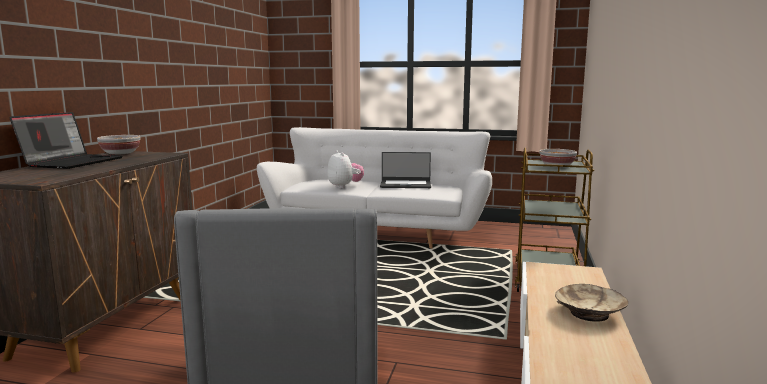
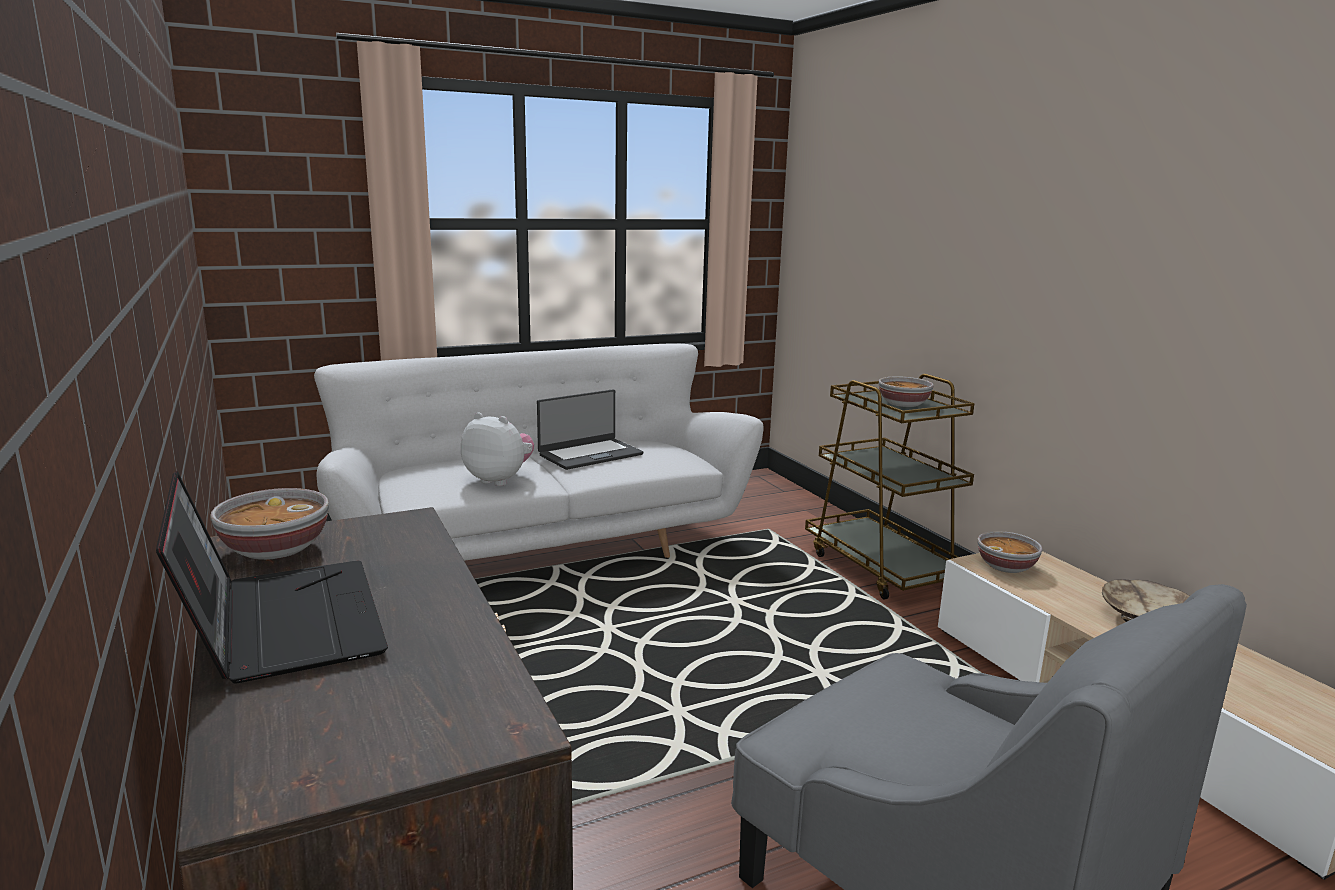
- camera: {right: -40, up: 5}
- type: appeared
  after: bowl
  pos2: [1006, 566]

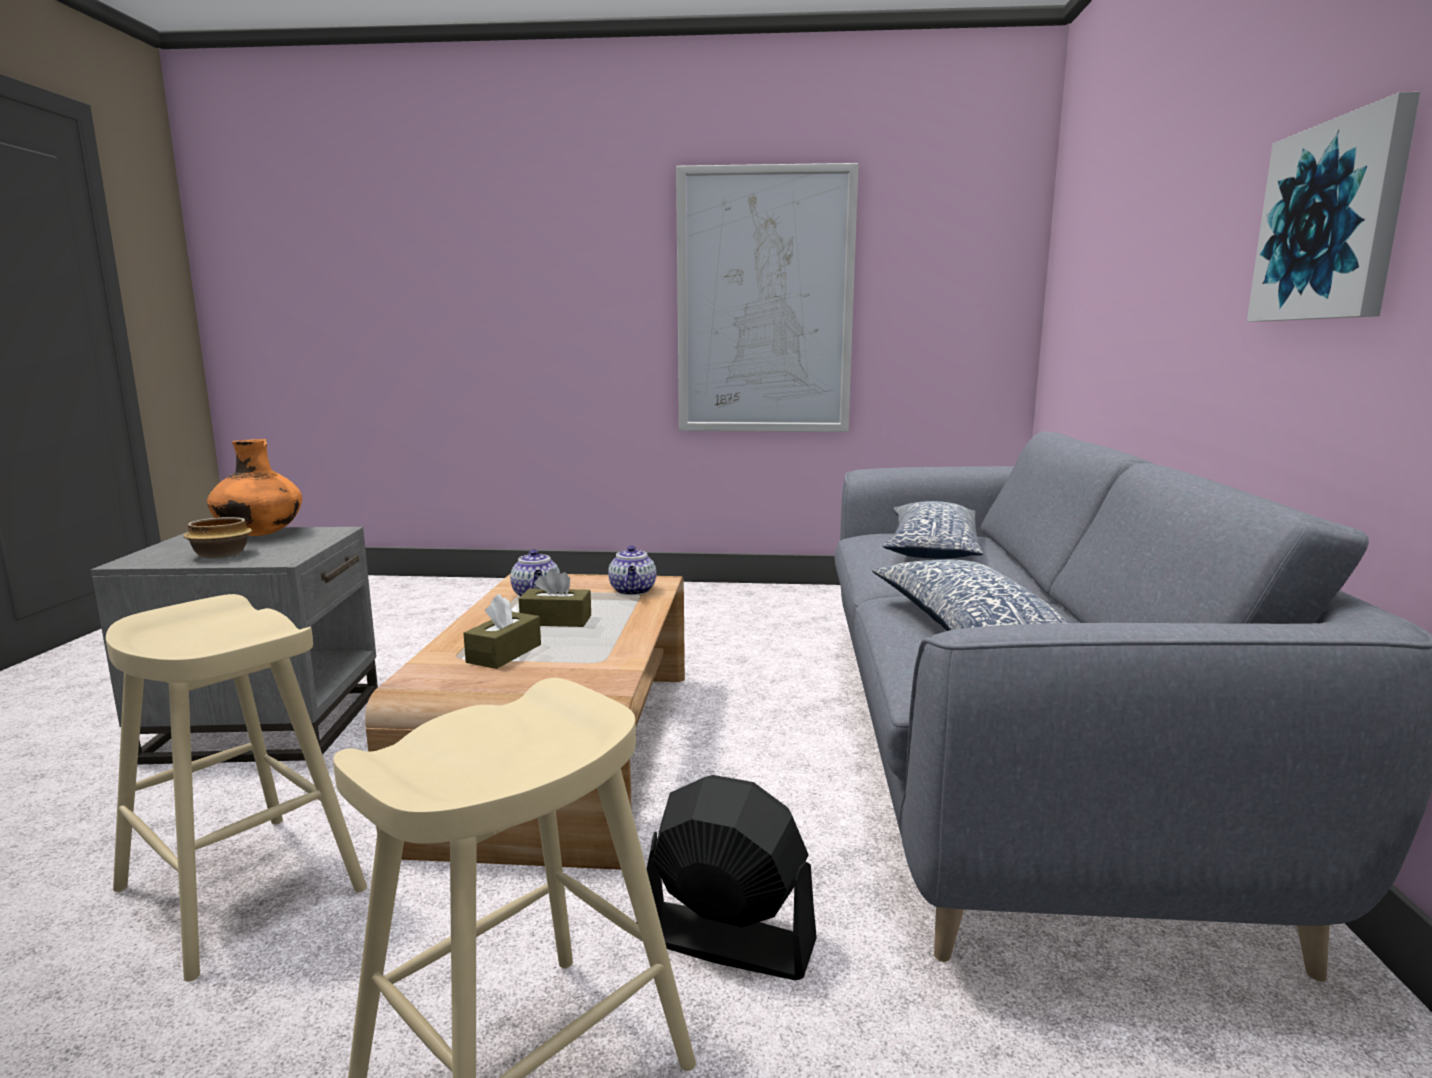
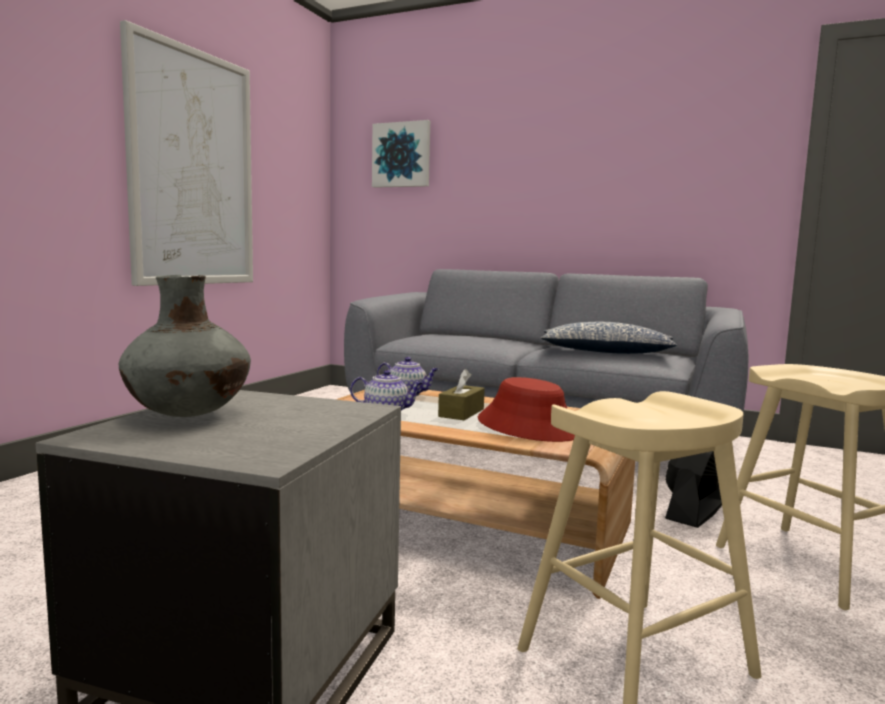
- camera: {right: -70, up: -5}
- type: missing
  before: bowl
  pos1: [219, 555]
- type: colour
  before: orange flower vase
  after: greyish flower vase
  pos1: [260, 535]
  pos2: [189, 415]
- type: exchanged
  before: brownish tissue holder
  after: red wearable hat
  pos1: [504, 653]
  pos2: [528, 427]
- type: missing
  before: throw pillow
  pos1: [931, 549]
- type: relocated
  before: picture
  pos1: [1330, 222]
  pos2: [401, 155]

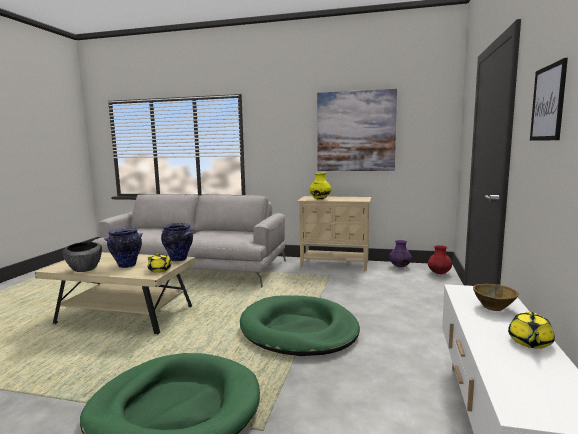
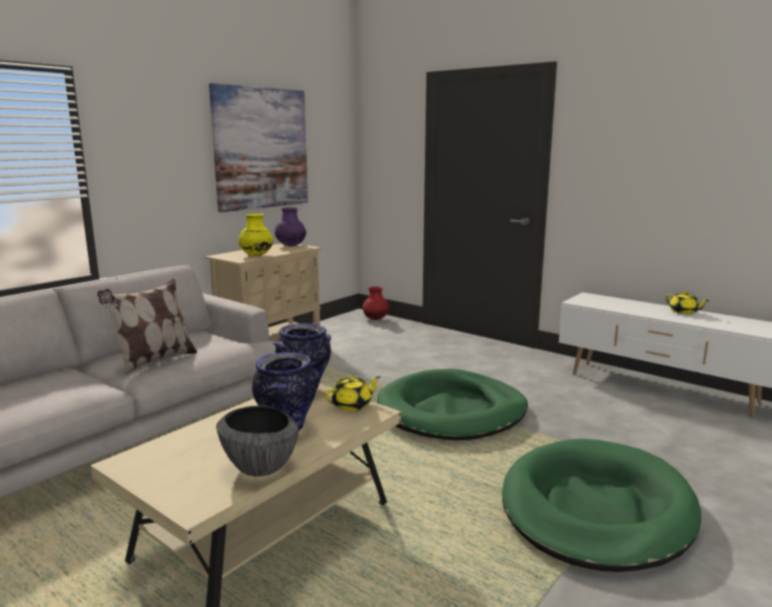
- camera: {right: -65, up: 5}
- type: relocated
  before: purple flower vase
  pos1: [399, 266]
  pos2: [290, 246]
- type: missing
  before: brownish bowl
  pos1: [494, 307]
- type: missing
  before: picture
  pos1: [548, 103]
- type: appeared
  after: throw pillow
  pos2: [154, 361]

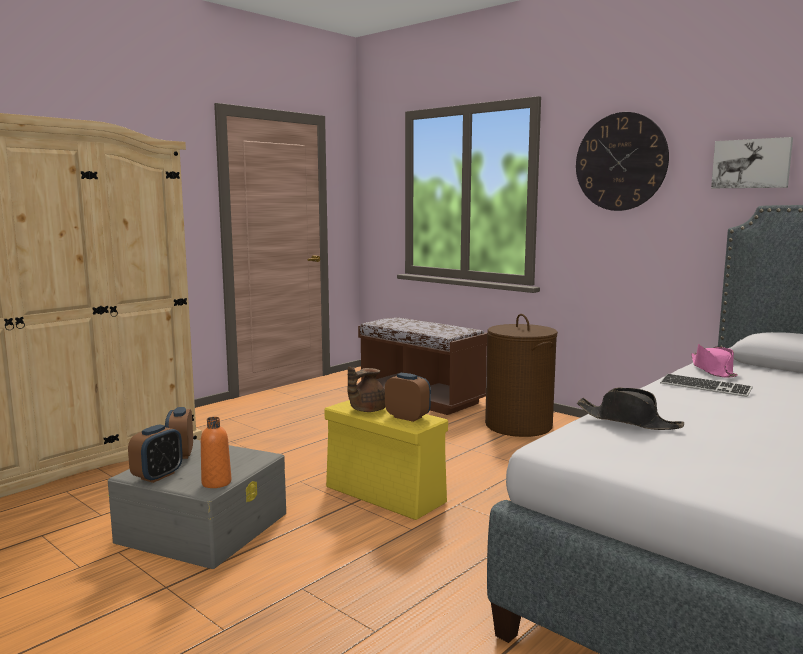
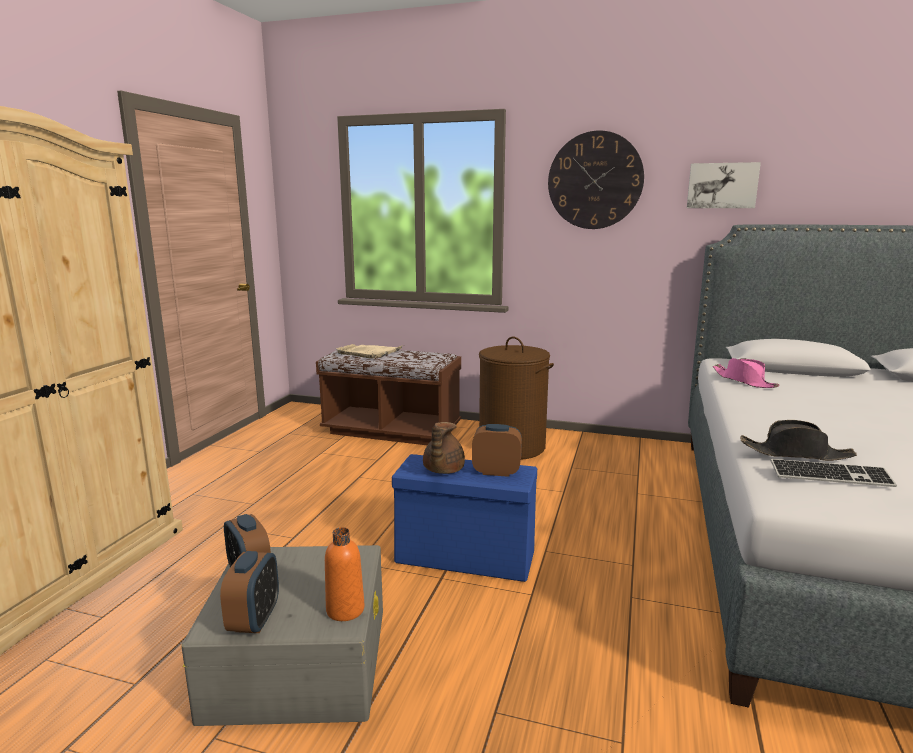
- camera: {right: -25, up: 5}
- type: colour
  before: yellow-coloured storage bin
  after: bluish storage bin
  pos1: [383, 494]
  pos2: [463, 557]
- type: relocated
  before: keyboard
  pos1: [705, 387]
  pos2: [830, 476]
- type: appeared
  after: beige serving tray
  pos2: [369, 352]

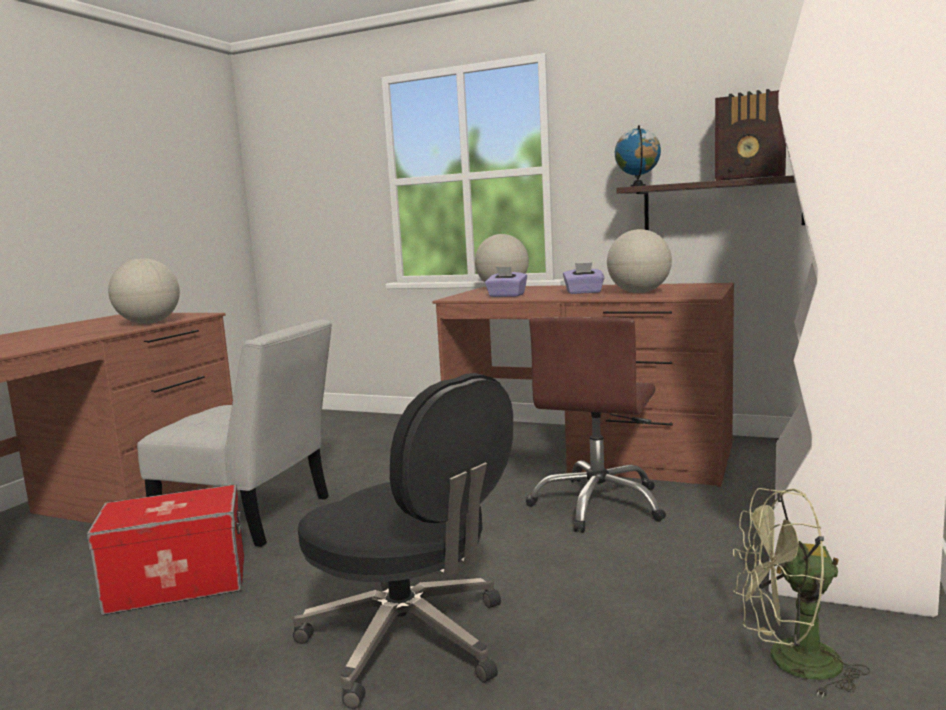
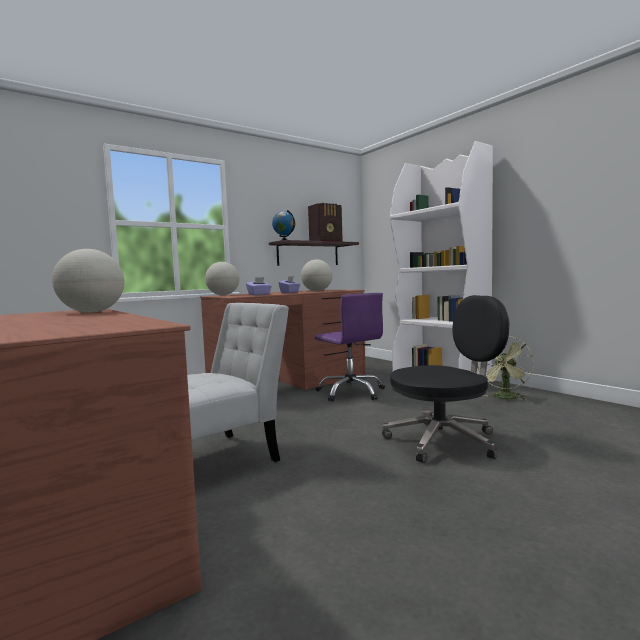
- camera: {right: -60, up: -5}
- type: missing
  before: storage bin
  pos1: [178, 584]
- type: colour
  before: brownish computer chair
  after: purple computer chair
  pos1: [598, 504]
  pos2: [351, 392]

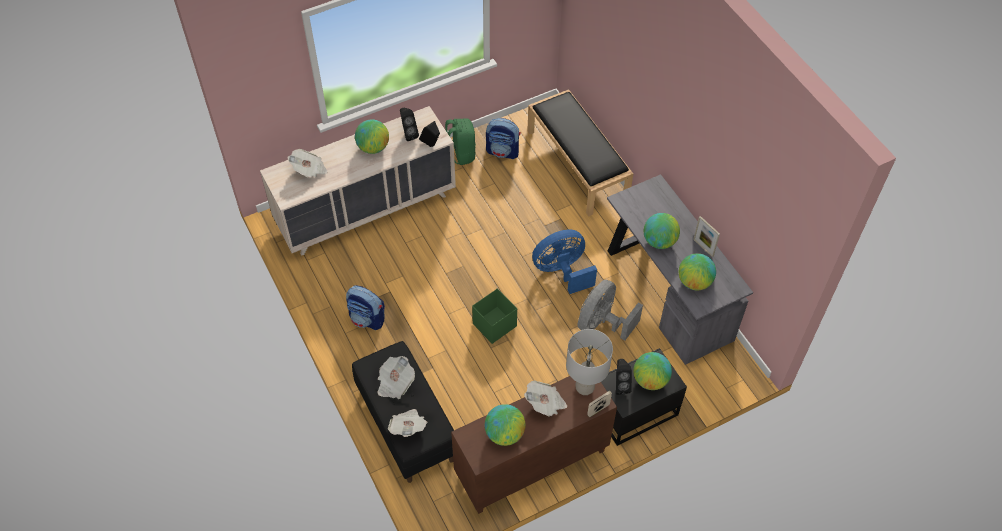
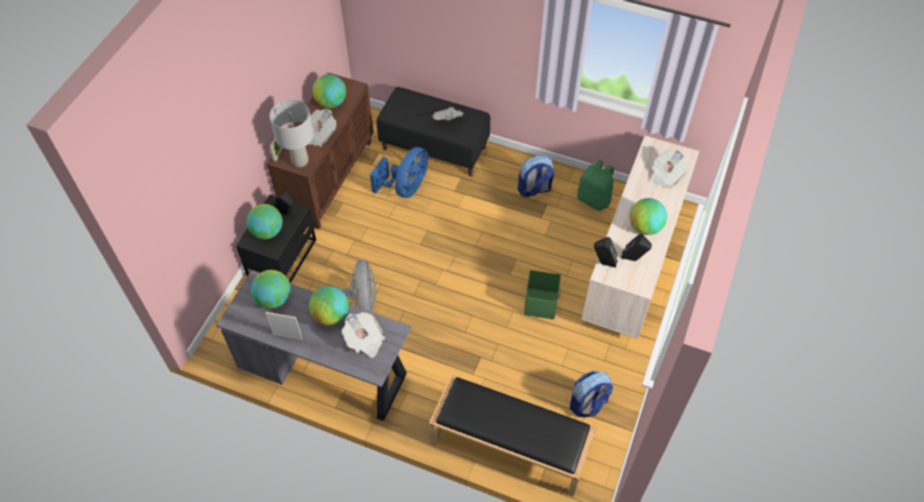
- camera: {right: 140, up: 0}
- type: relocated
  before: daily paper
  pos1: [408, 427]
  pos2: [364, 340]
- type: relocated
  before: green backpack
  pos1: [460, 154]
  pos2: [594, 199]
- type: relocated
  before: green storage bin
  pos1: [494, 325]
  pos2: [541, 303]
- type: relocated
  before: bluish cooling fan
  pos1: [562, 271]
  pos2: [406, 188]

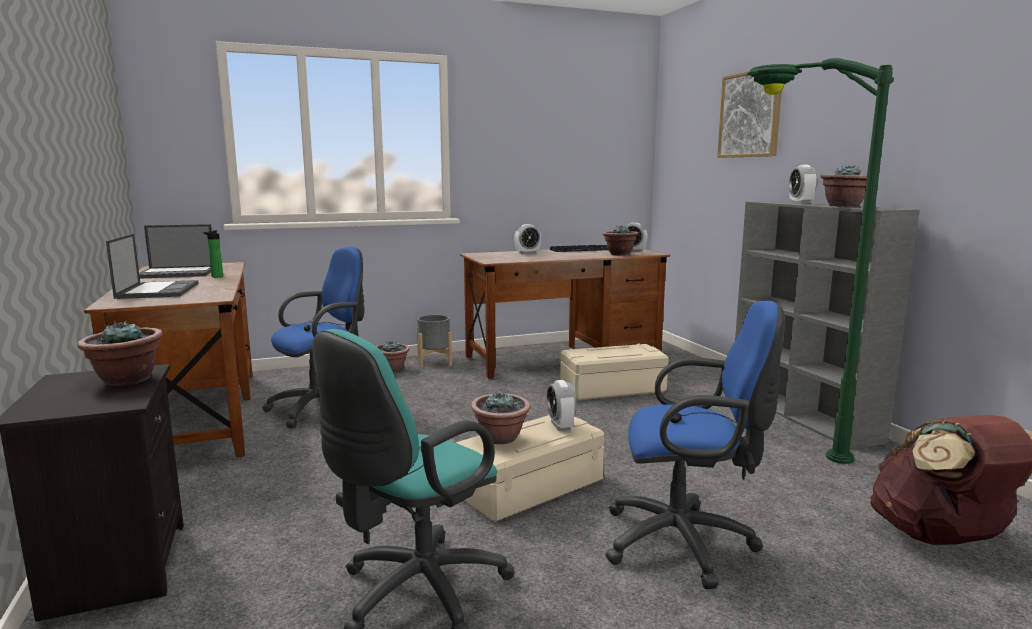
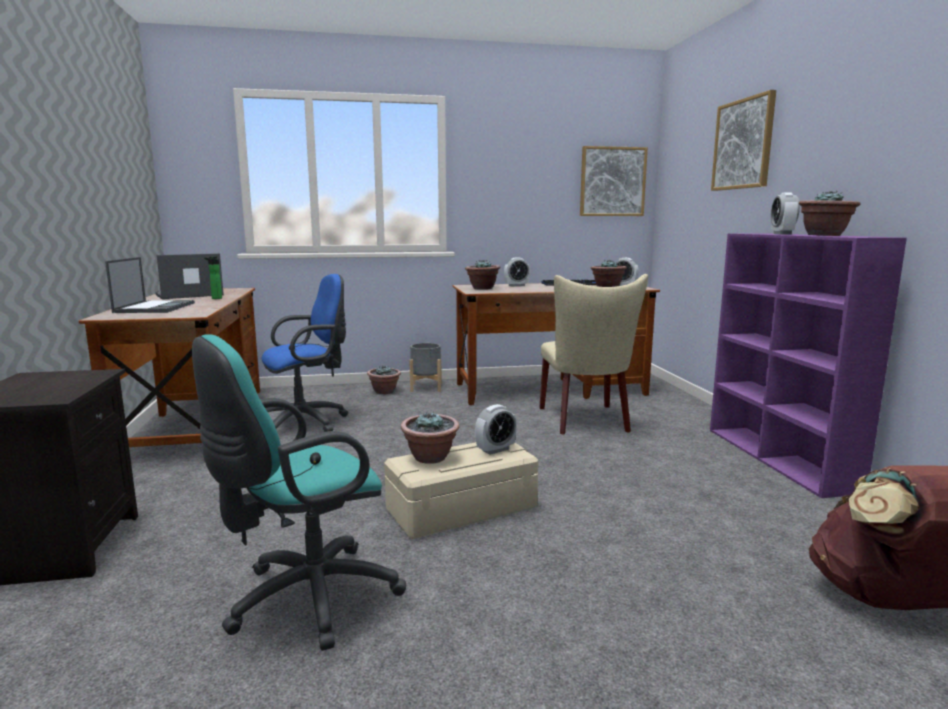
- camera: {right: 10, up: 0}
- type: relocated
  before: potted plant
  pos1: [126, 380]
  pos2: [482, 288]
- type: spun
  before: notebook computer
  pos1: [178, 273]
  pos2: [188, 295]
  turn: 150
- type: spun
  before: alarm clock
  pos1: [560, 425]
  pos2: [495, 450]
  turn: -120
- type: exchanged
  before: beige storage bin
  after: beige upright chair
  pos1: [612, 389]
  pos2: [586, 421]
- type: missing
  before: bluish computer chair
  pos1: [686, 543]
- type: colour
  before: greyish shelving unit
  after: purple shelving unit
  pos1: [803, 415]
  pos2: [779, 459]
- type: missing
  before: green floor lamp
  pos1: [770, 432]
- type: appeared
  after: picture
  pos2: [612, 182]

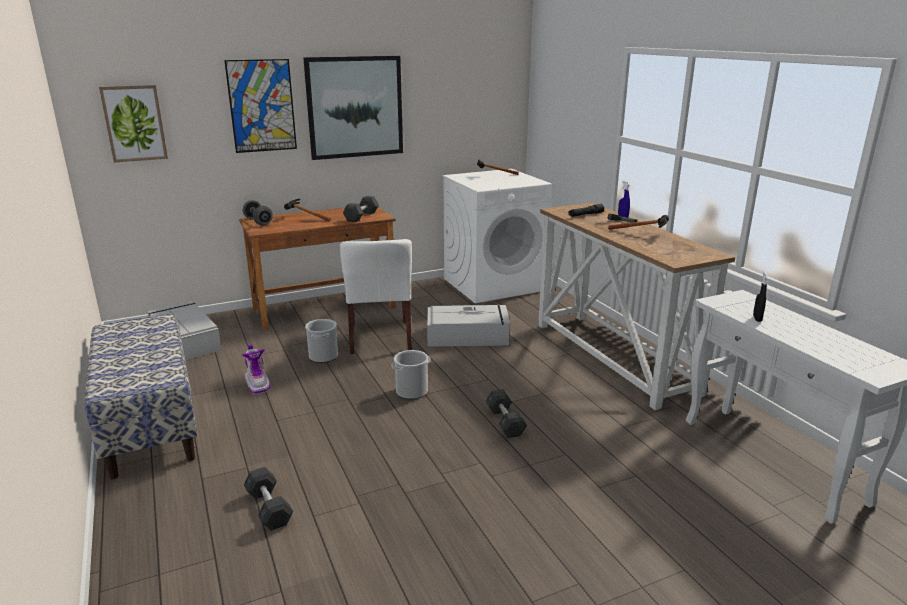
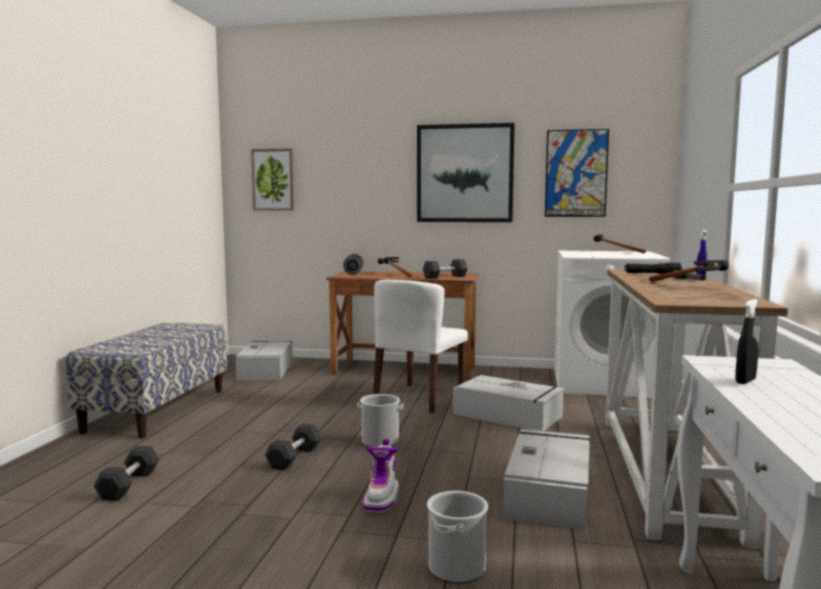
- camera: {right: 35, up: -15}
- type: relocated
  before: picture
  pos1: [262, 106]
  pos2: [576, 173]
- type: relocated
  before: boot
  pos1: [258, 384]
  pos2: [381, 499]
- type: relocated
  before: bucket
  pos1: [323, 356]
  pos2: [456, 568]
- type: relocated
  before: greyish hand weight
  pos1: [505, 422]
  pos2: [294, 457]
- type: appeared
  after: greyish storage bin
  pos2: [549, 492]

